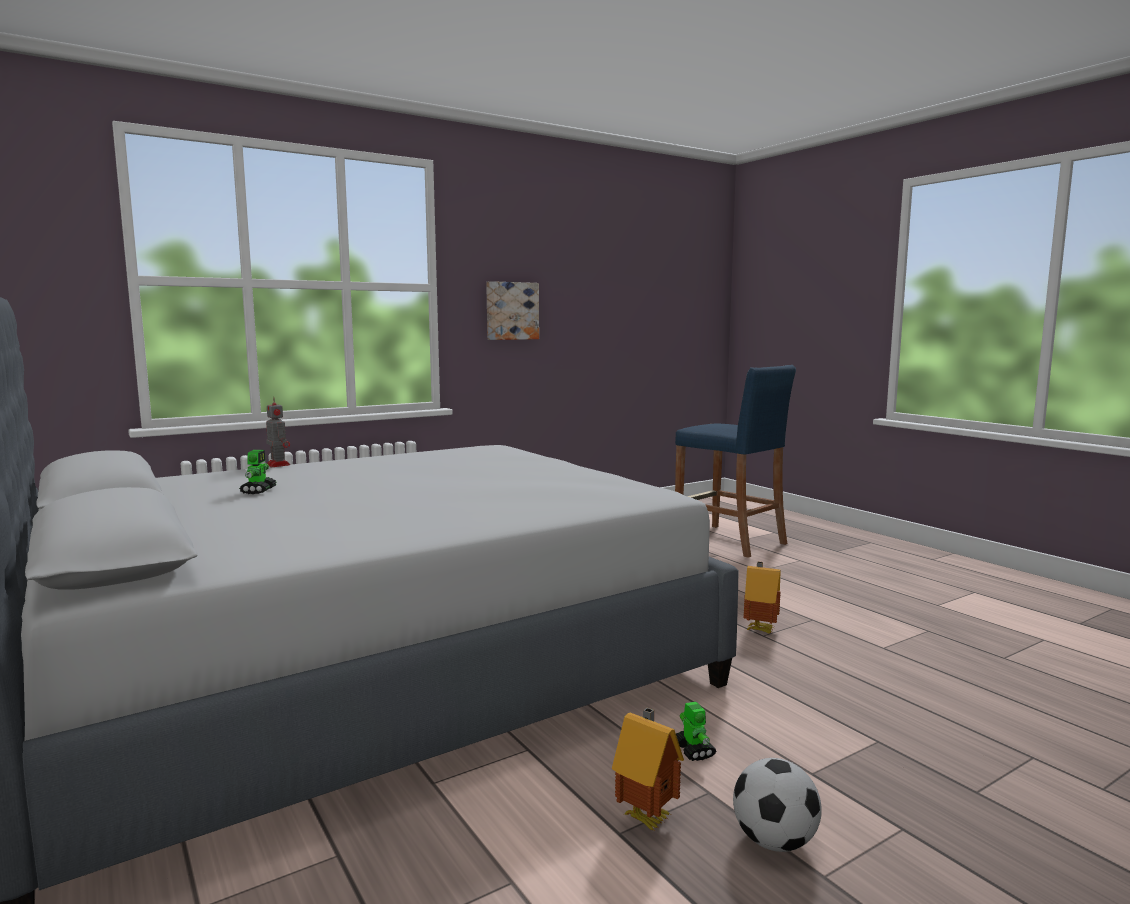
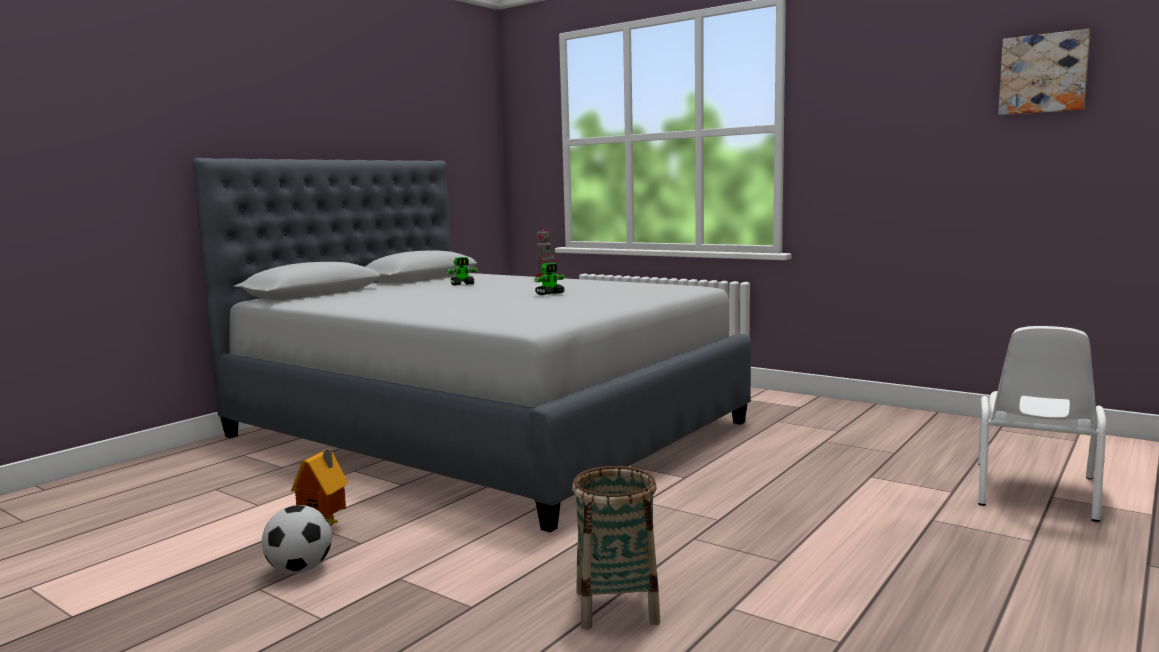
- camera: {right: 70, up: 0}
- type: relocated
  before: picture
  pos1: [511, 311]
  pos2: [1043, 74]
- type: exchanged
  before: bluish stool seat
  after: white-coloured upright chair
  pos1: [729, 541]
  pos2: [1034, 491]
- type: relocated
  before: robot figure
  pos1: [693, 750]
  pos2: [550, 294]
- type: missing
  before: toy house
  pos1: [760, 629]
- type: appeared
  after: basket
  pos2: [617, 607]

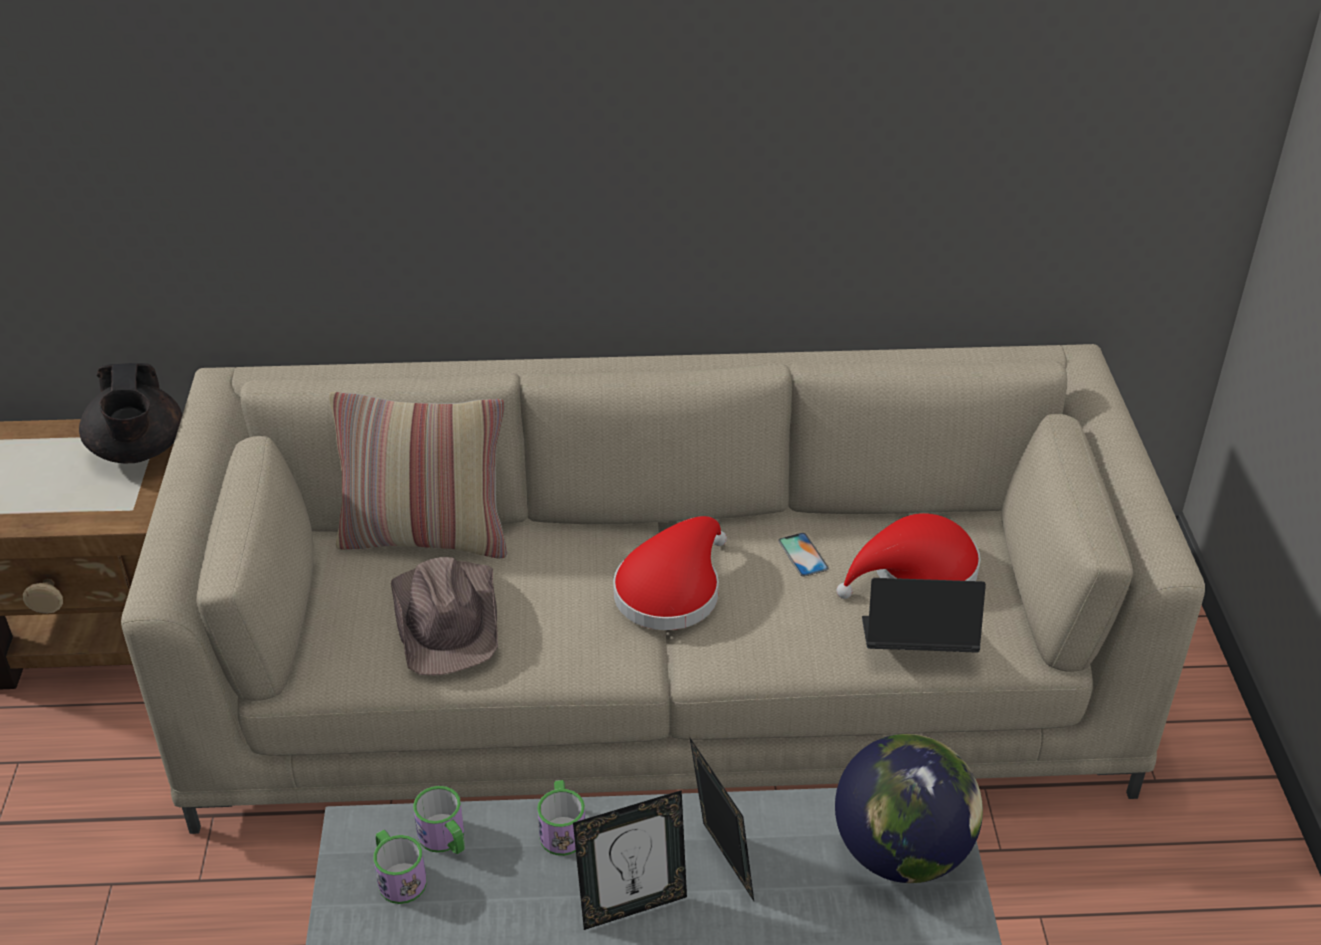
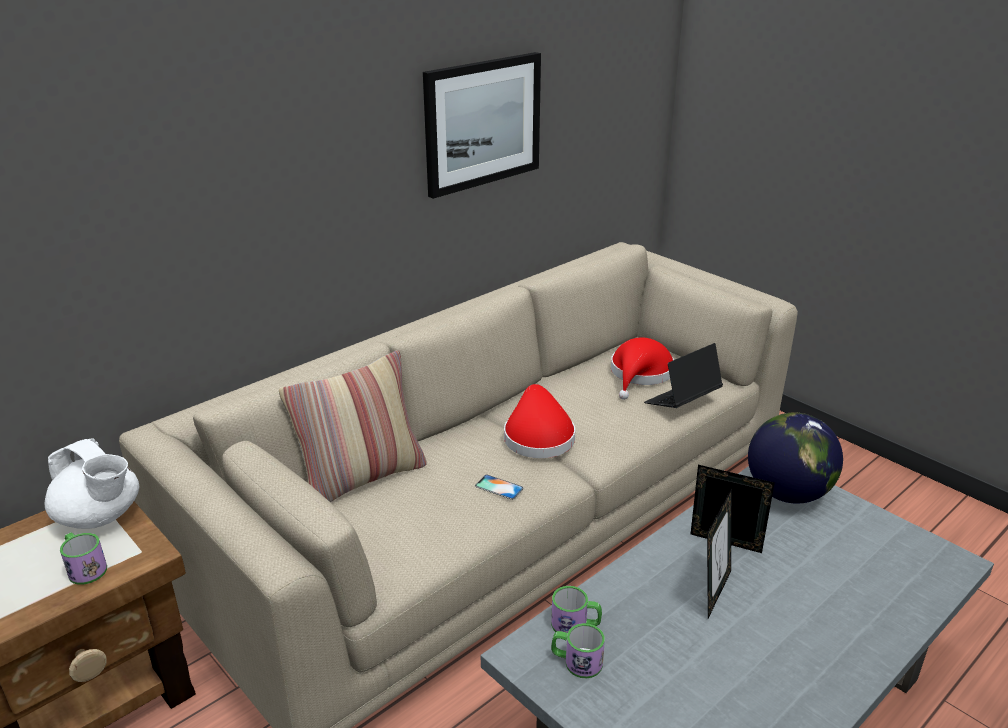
- camera: {right: -40, up: -10}
- type: colour
  before: black-coloured tea pot
  after: white-coloured tea pot
  pos1: [138, 451]
  pos2: [100, 517]
- type: missing
  before: brownish wearable hat
  pos1: [448, 618]
- type: relocated
  before: mug
  pos1: [562, 829]
  pos2: [85, 568]
- type: relocated
  before: handset
  pos1: [803, 555]
  pos2: [499, 487]
- type: appeared
  after: picture
  pos2: [482, 123]

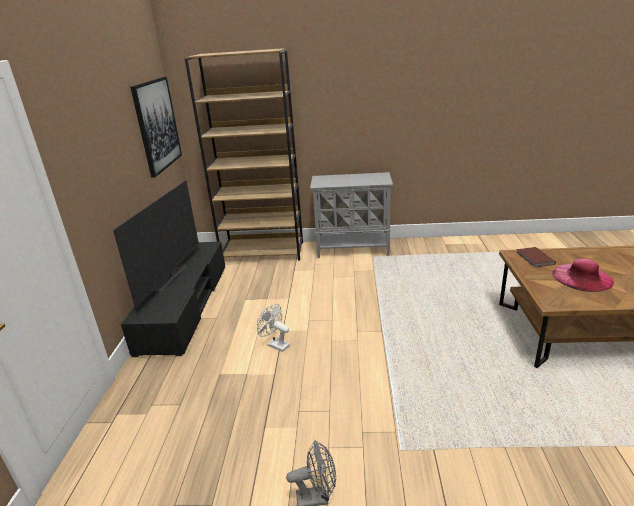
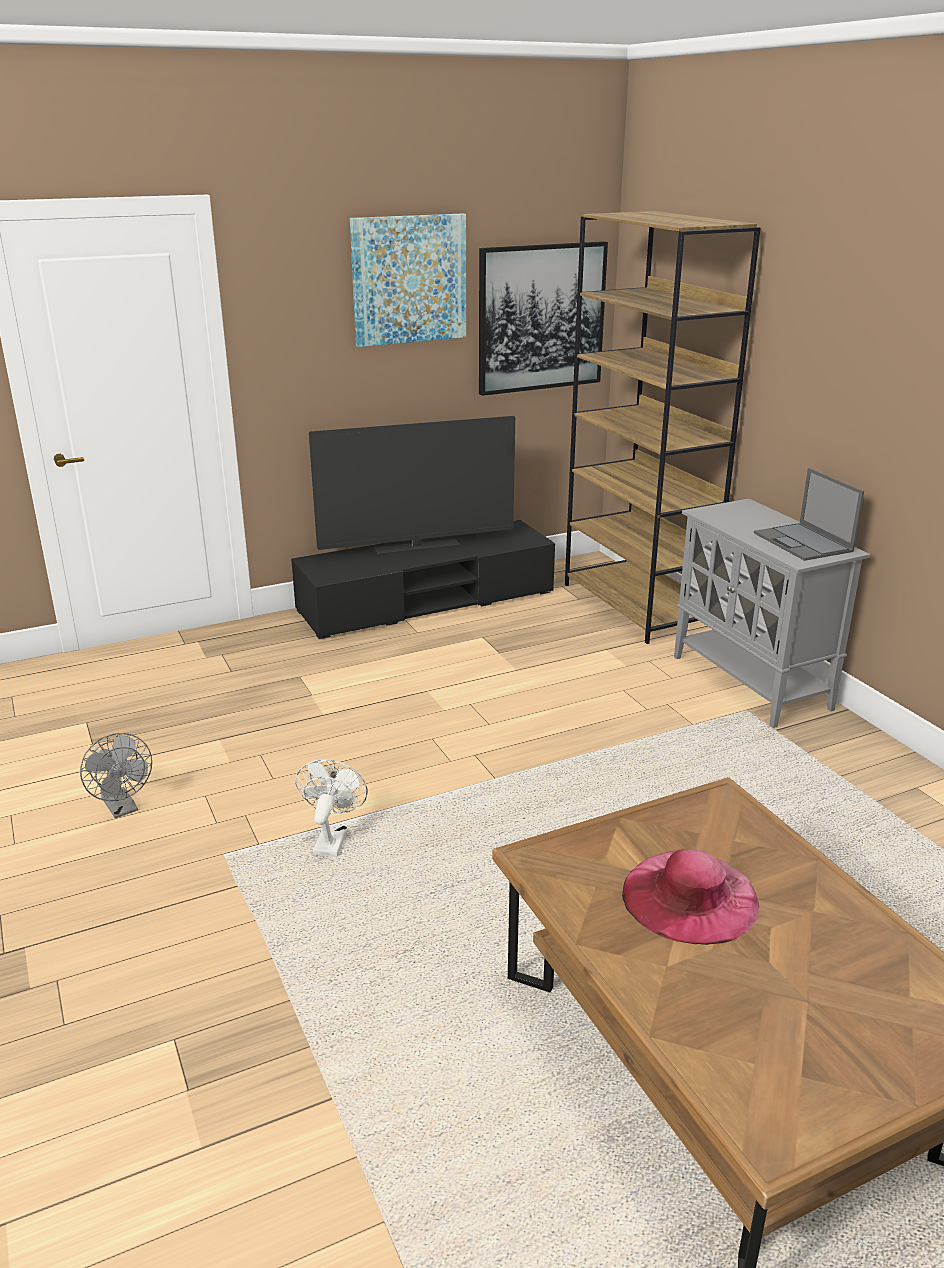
- camera: {right: 60, up: 0}
- type: relocated
  before: white-coloured cooling fan
  pos1: [275, 344]
  pos2: [331, 839]
- type: missing
  before: brownish bound book
  pos1: [534, 258]
- type: appeared
  after: picture
  pos2: [409, 279]
- type: appeared
  after: notebook computer
  pos2: [803, 542]

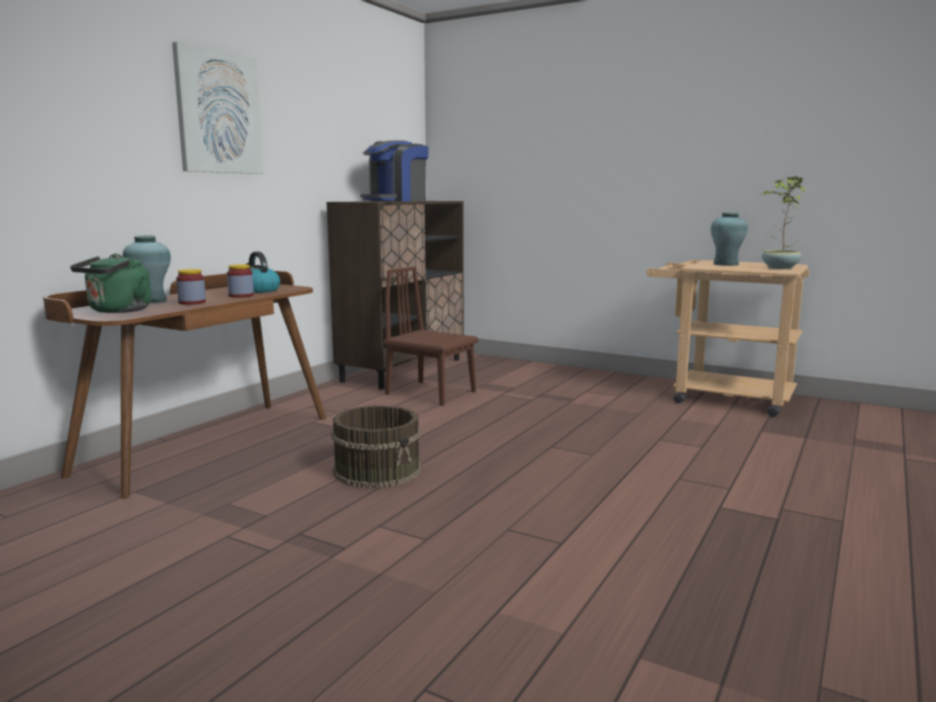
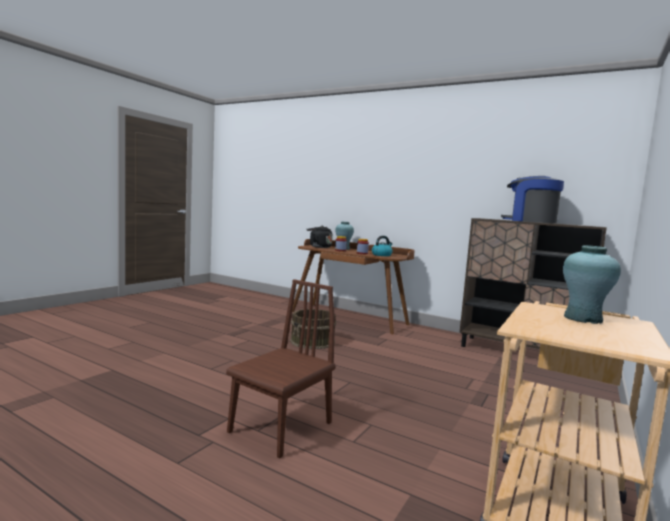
- camera: {right: 90, up: -5}
- type: colour
  before: green kettle
  after: black-coloured kettle
  pos1: [117, 311]
  pos2: [319, 247]
- type: missing
  before: picture
  pos1: [218, 113]
- type: relocated
  before: brownish upright chair
  pos1: [431, 393]
  pos2: [281, 427]
- type: missing
  before: potted plant
  pos1: [779, 268]

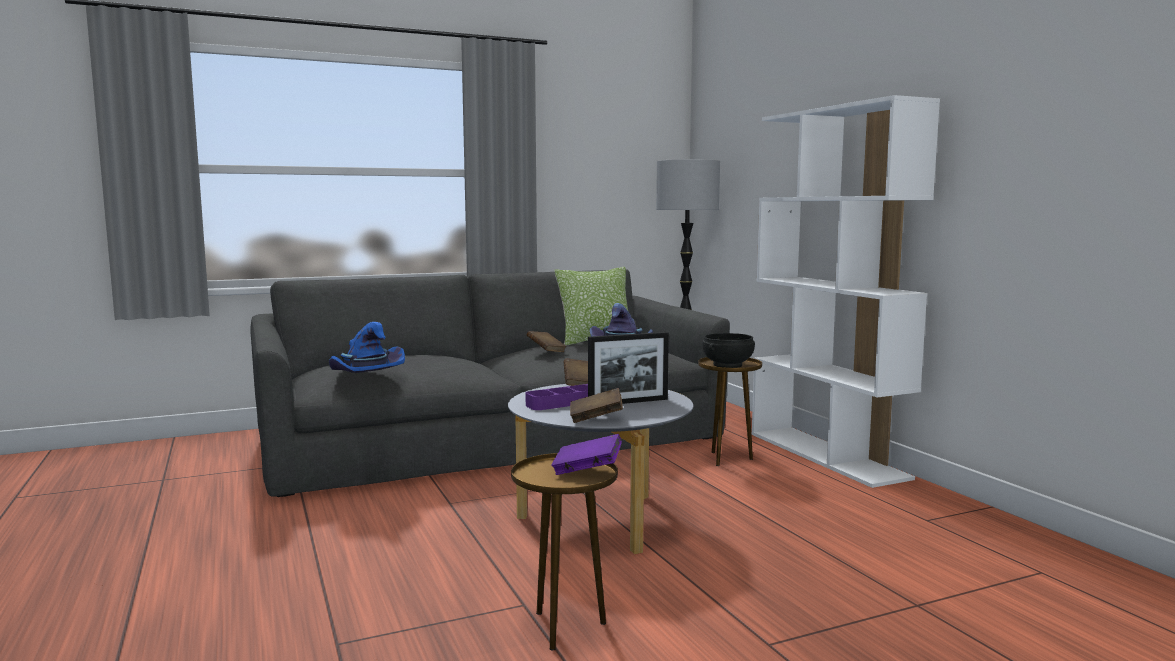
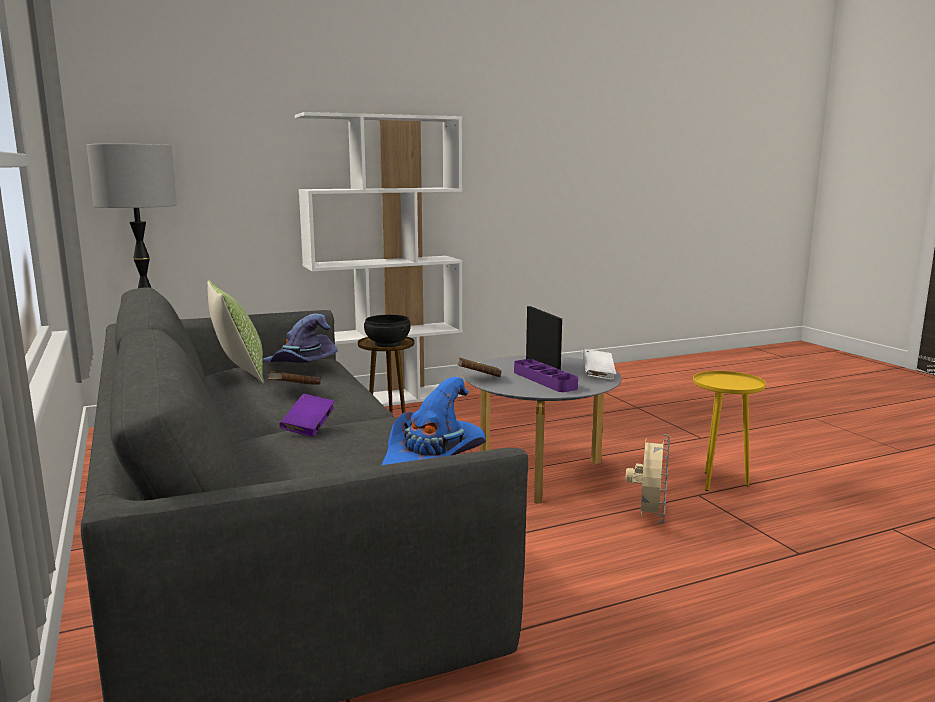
- camera: {right: -90, up: 5}
- type: colour
  before: brownish end table
  after: yellow-coloured end table
  pos1: [565, 628]
  pos2: [720, 482]
- type: relocated
  before: purple bound book
  pos1: [587, 471]
  pos2: [308, 428]
- type: colour
  before: brownish bound book
  after: white-coloured bound book
  pos1: [596, 419]
  pos2: [598, 375]
- type: appeared
  after: beige cooling fan
  pos2: [649, 517]

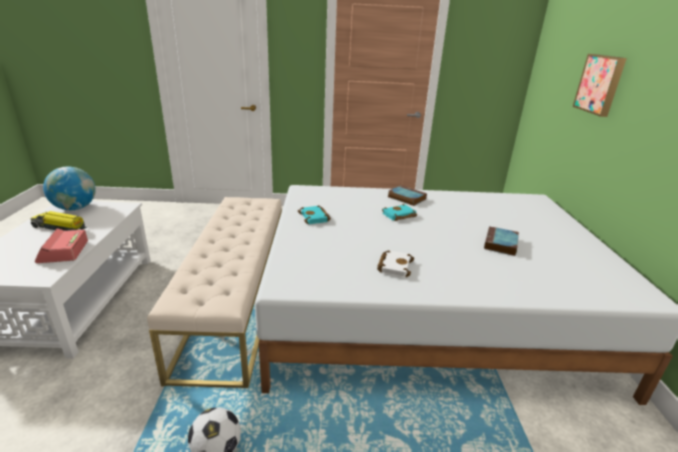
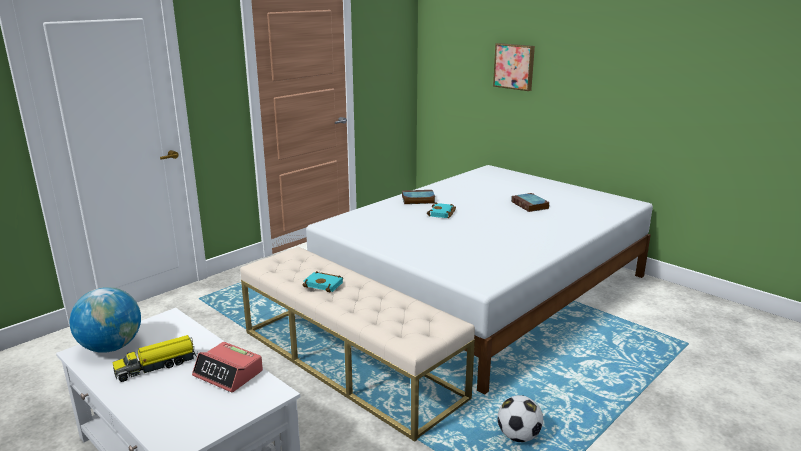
- camera: {right: -45, up: -5}
- type: relocated
  before: turquoise-coloured bound book
  pos1: [315, 217]
  pos2: [324, 284]
- type: missing
  before: white-coloured bound book
  pos1: [394, 266]

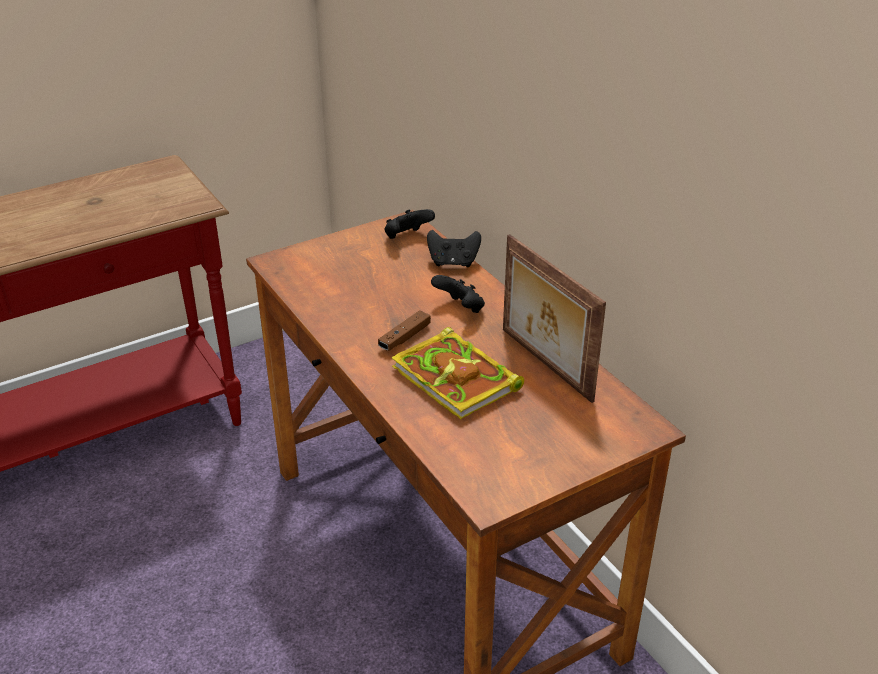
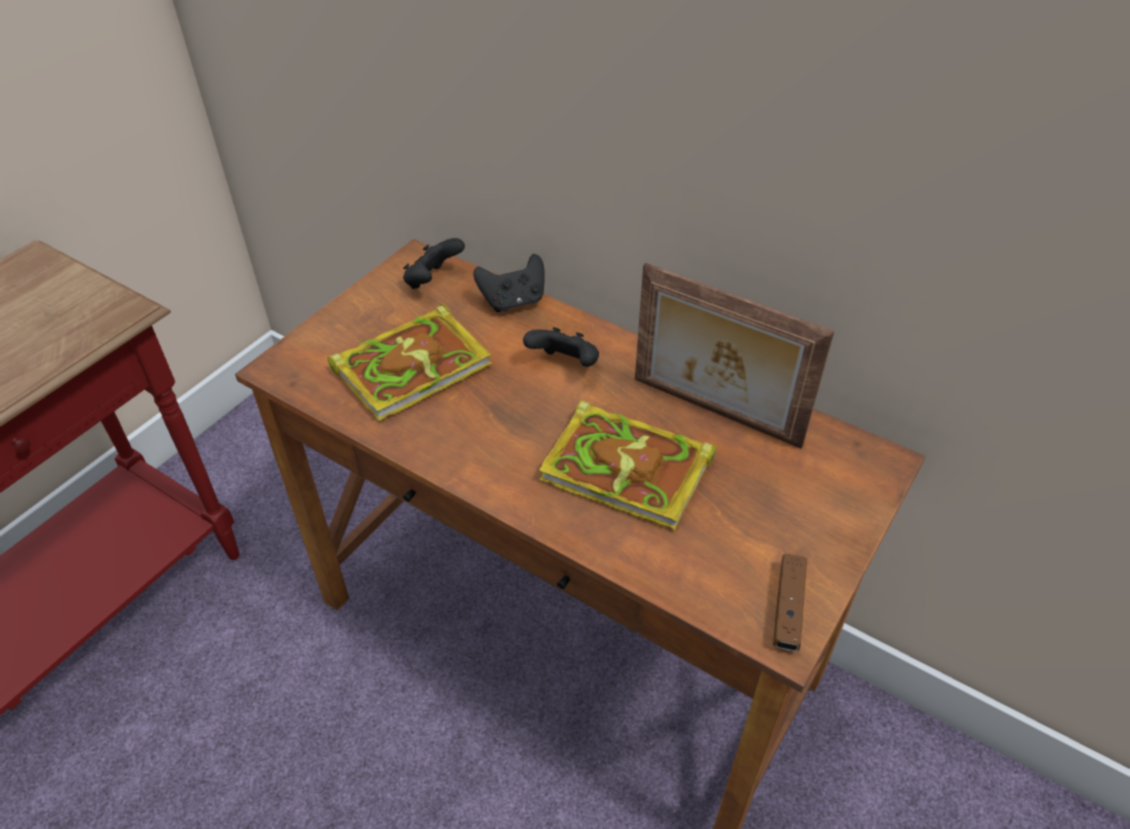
- camera: {right: -25, up: 10}
- type: relocated
  before: brownish game controller
  pos1: [404, 337]
  pos2: [788, 609]
- type: appeared
  after: bound book
  pos2: [414, 365]

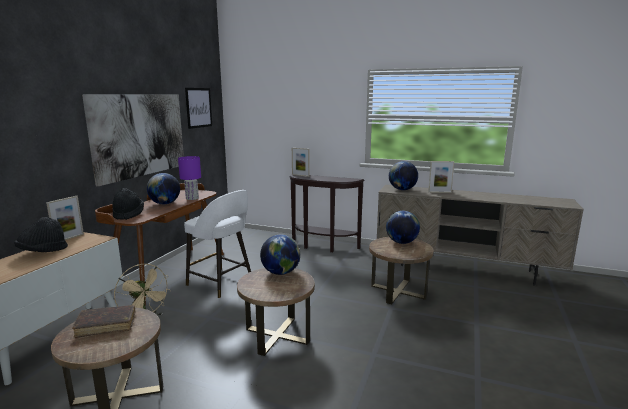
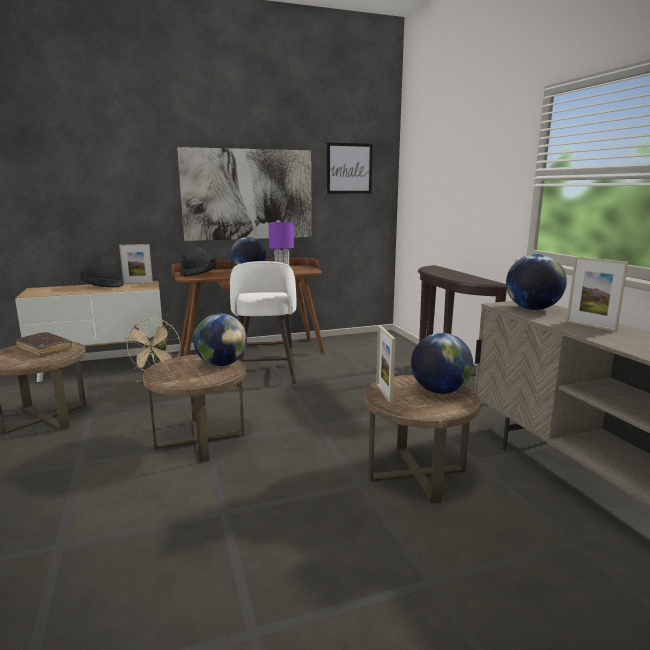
- camera: {right: 50, up: 0}
- type: relocated
  before: photo frame
  pos1: [300, 175]
  pos2: [384, 393]

